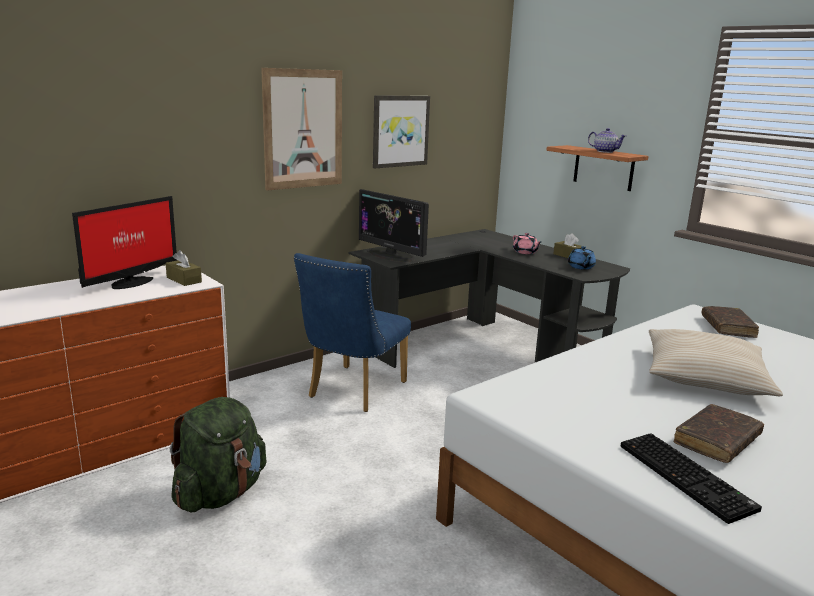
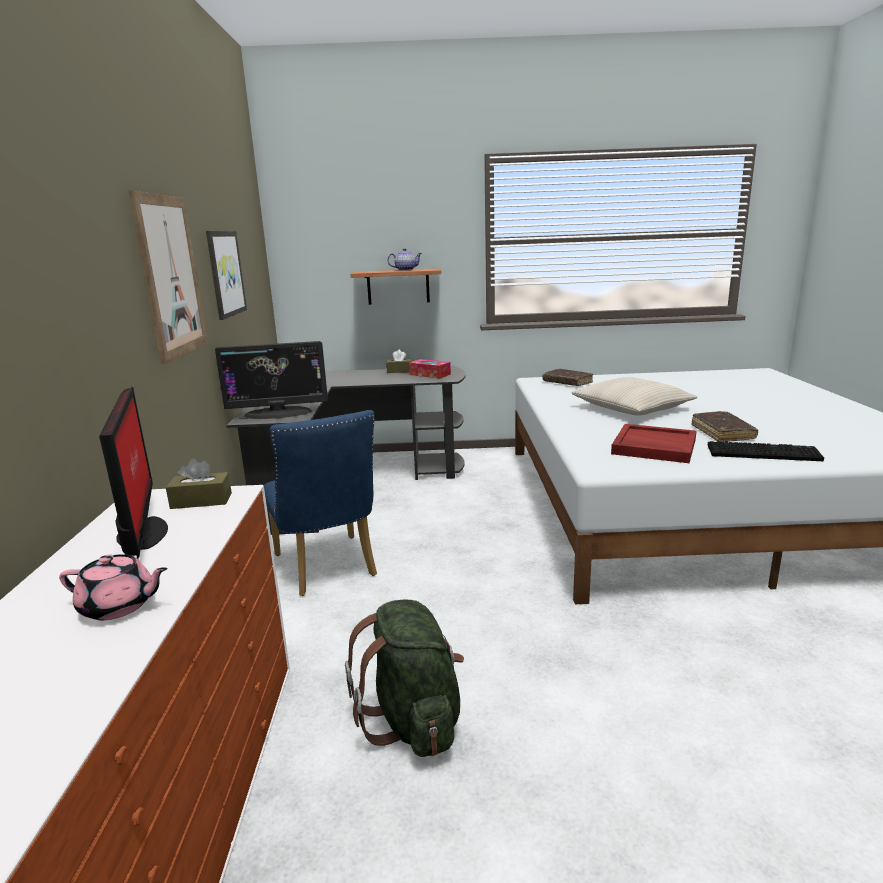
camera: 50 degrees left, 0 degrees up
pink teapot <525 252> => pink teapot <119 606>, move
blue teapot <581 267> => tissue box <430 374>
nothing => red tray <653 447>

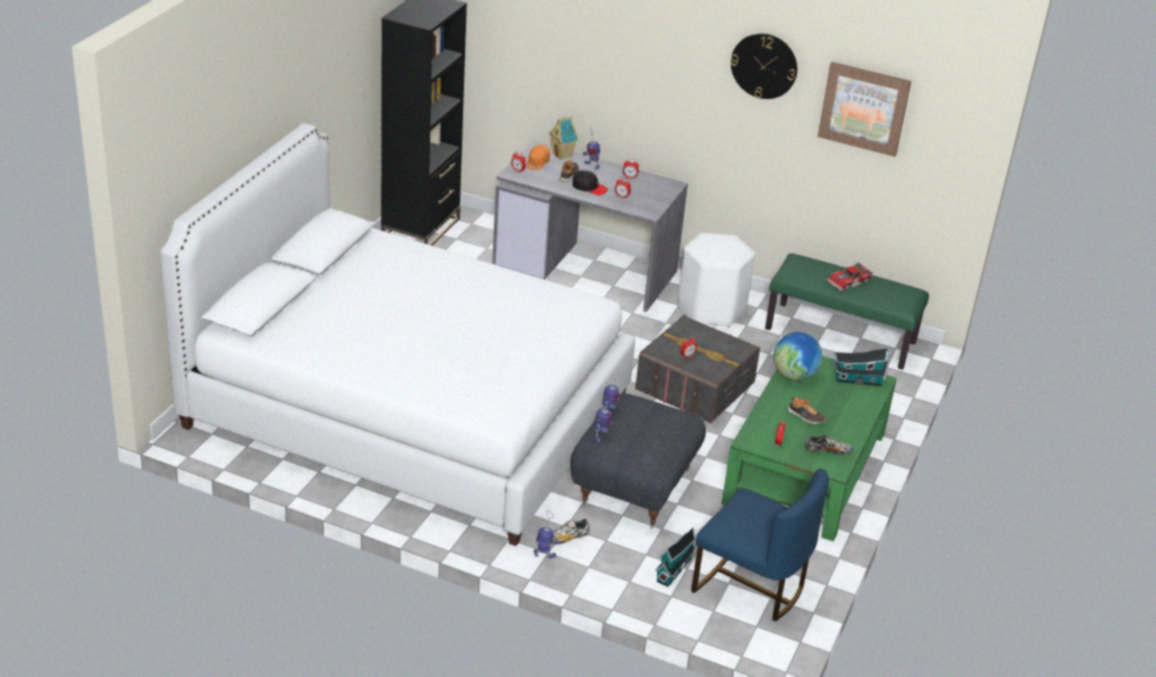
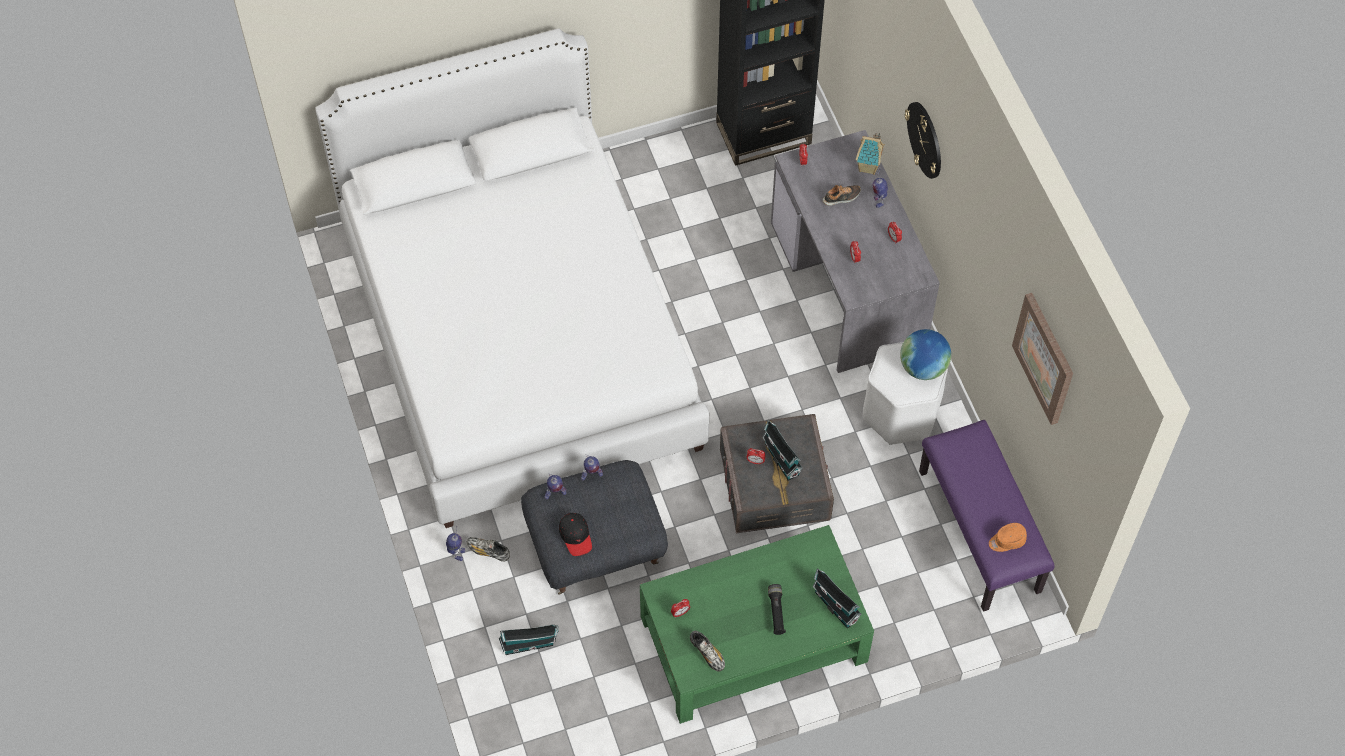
camera: 50 degrees right, 25 degrees up
wall clock <764 65> => wall clock <925 139>, move
orange cap <537 163> => orange cap <1007 541>, move
black cap <589 187> => black cap <576 536>, move
green bench <841 335> => purple bench <980 531>
toy car <849 282> => nothing
globe <794 375> => globe <923 367>, move
shoe <806 417> => nothing
blue chair <751 586> => nothing
nothing => toy house <780 458>
nothing => black flashlight <776 612>

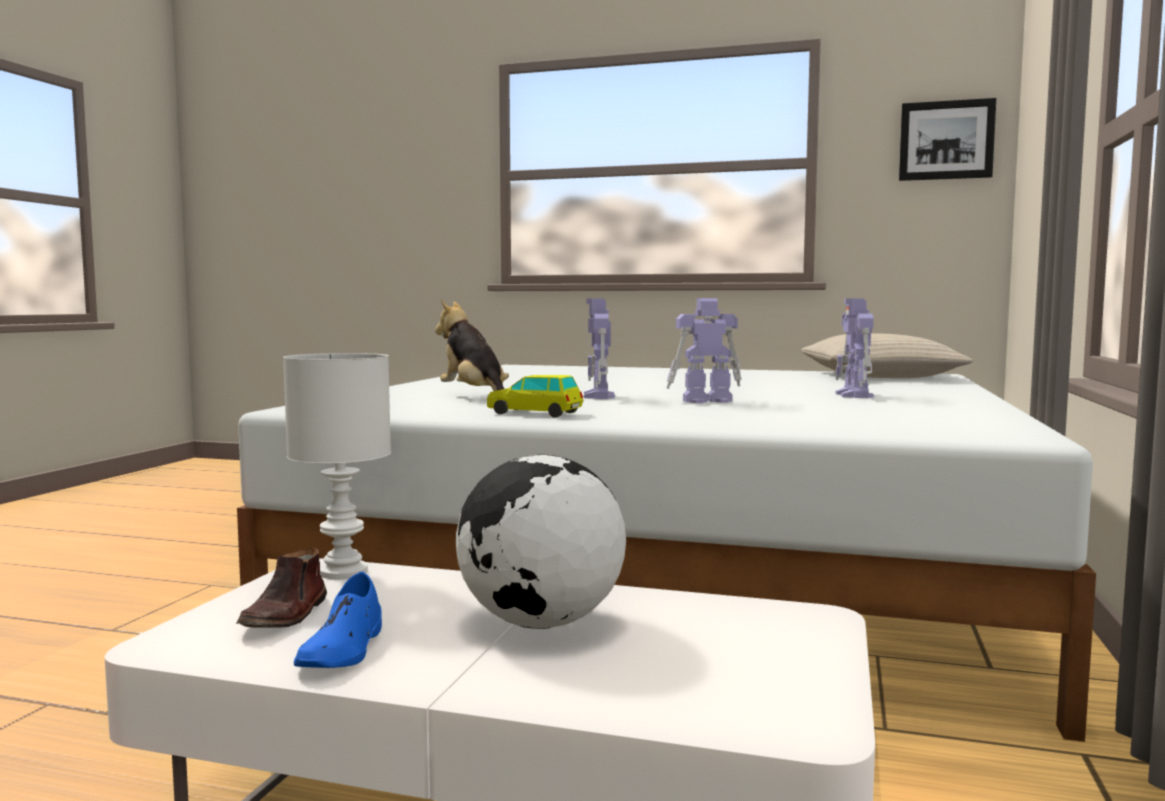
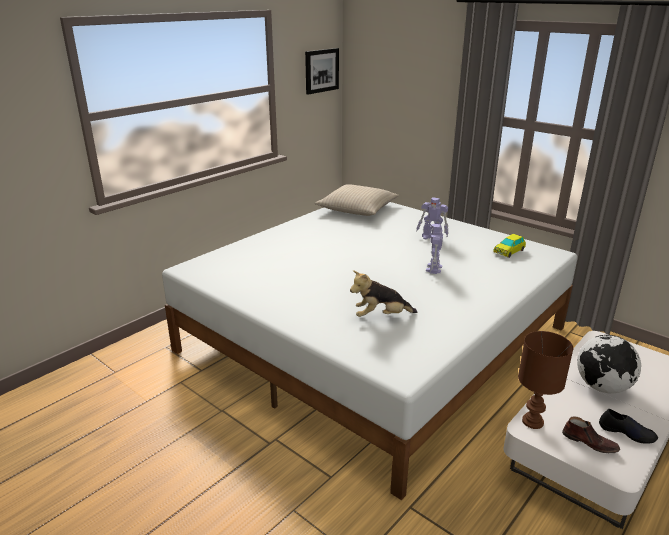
camera: 65 degrees left, 20 degrees up
toy robot <599 396> => nothing
white table lamp <341 572> => brown table lamp <532 422>
toy car <535 413> => toy car <509 252>, move
blue shoe <343 649> => black shoe <626 432>

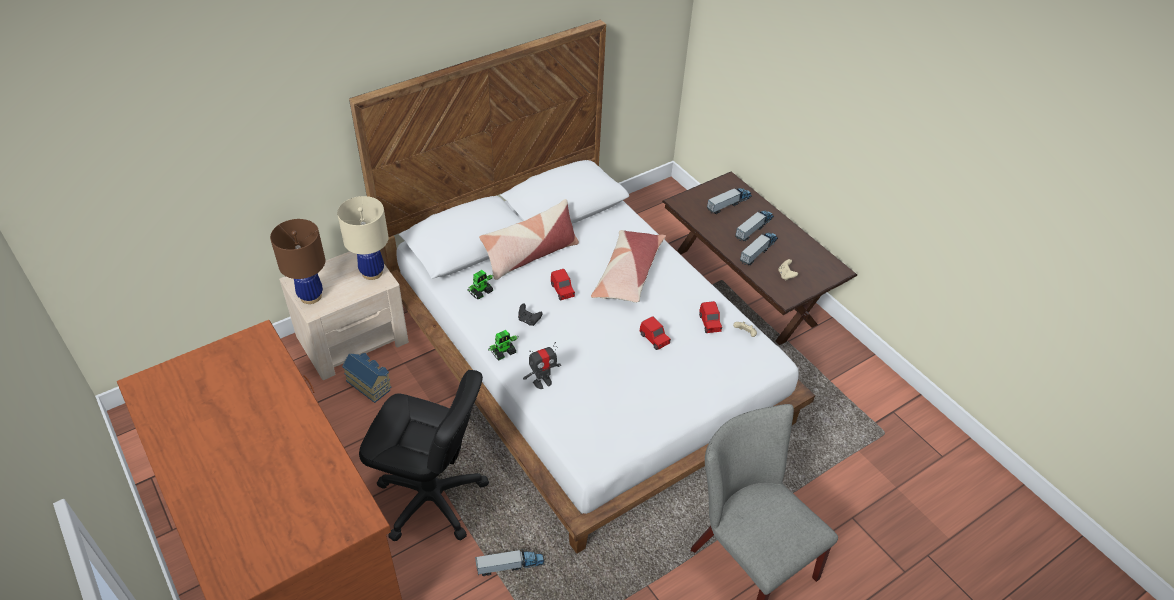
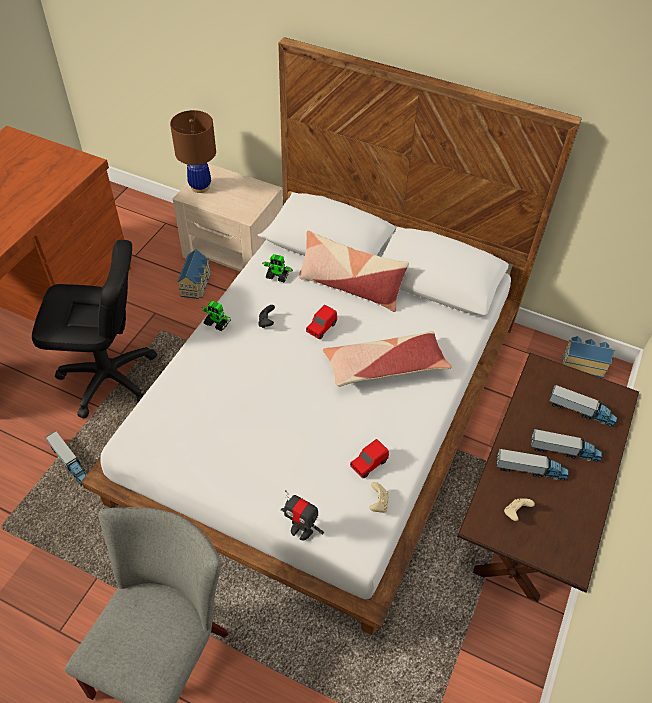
camera: 60 degrees right, 5 degrees up
beige table lamp <372 273> => nothing
red toy car <654 339> => nothing
toy robot <542 382> => toy robot <301 530>, move
black office chair <431 498> => black office chair <109 378>, 75 degrees counterclockwise
nothing => toy house <582 363>

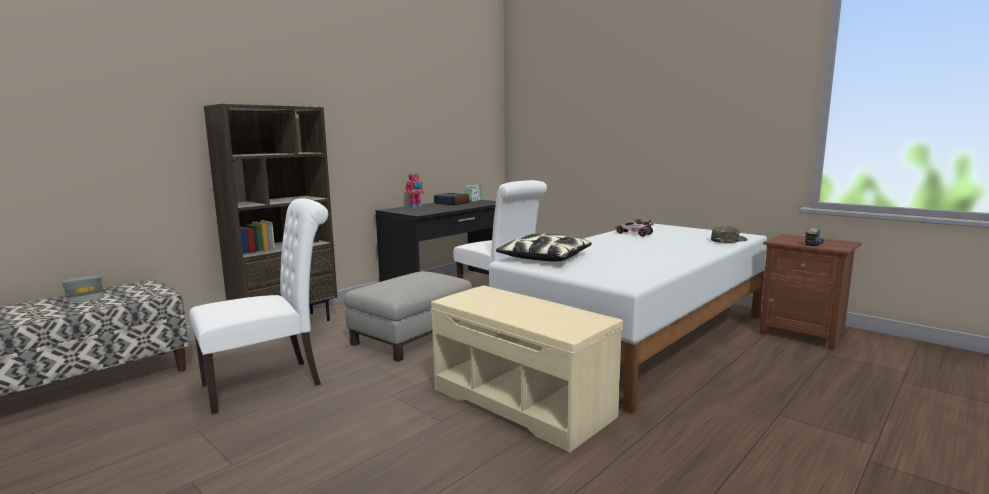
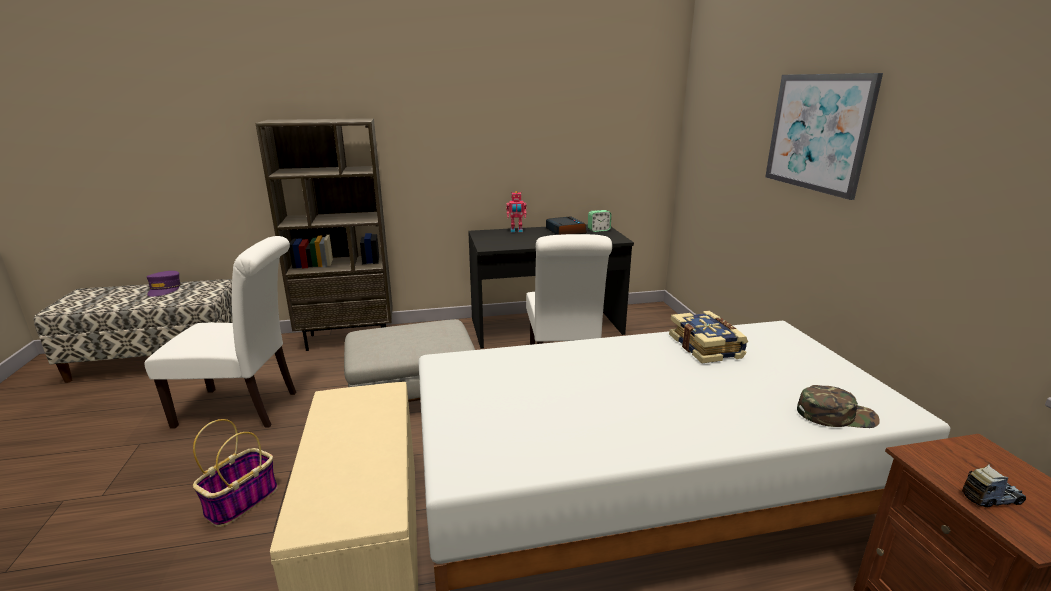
camera: 35 degrees right, 10 degrees up
toy car <634 234> => book <706 347>
pillow <544 258> => nothing
grey cap <85 296> => purple cap <164 289>
nothing => picture <817 132>
nothing => basket <242 501>

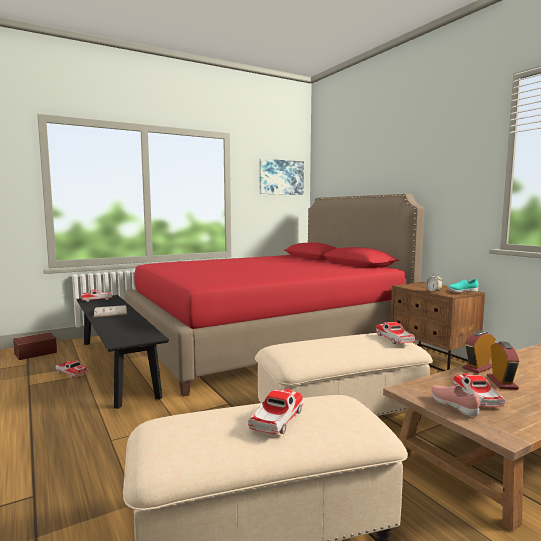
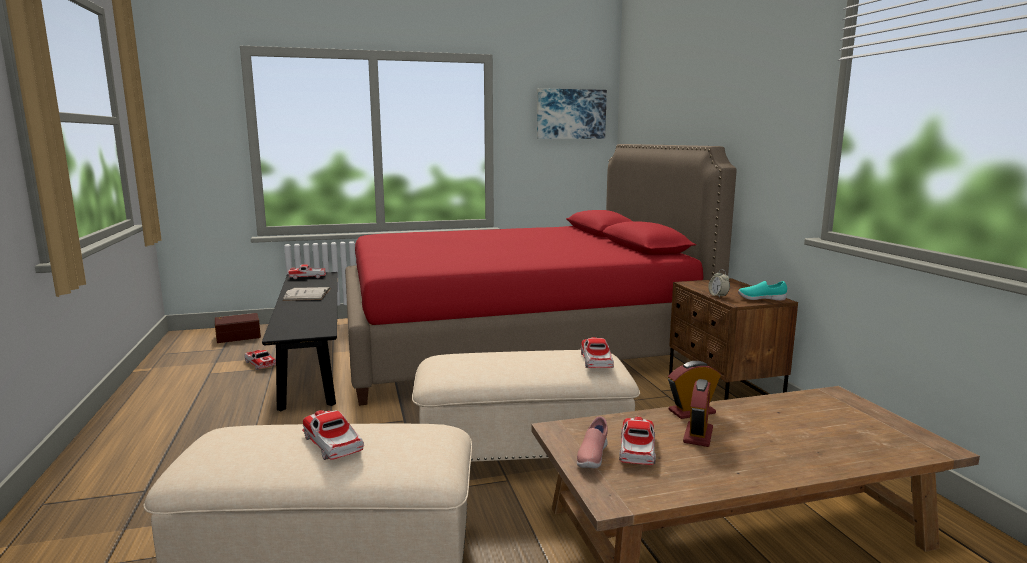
camera: 15 degrees right, 5 degrees up
pink shoe <454 406> => pink shoe <592 457>, 150 degrees counterclockwise
toy car <277 420> => toy car <333 444>, 75 degrees counterclockwise

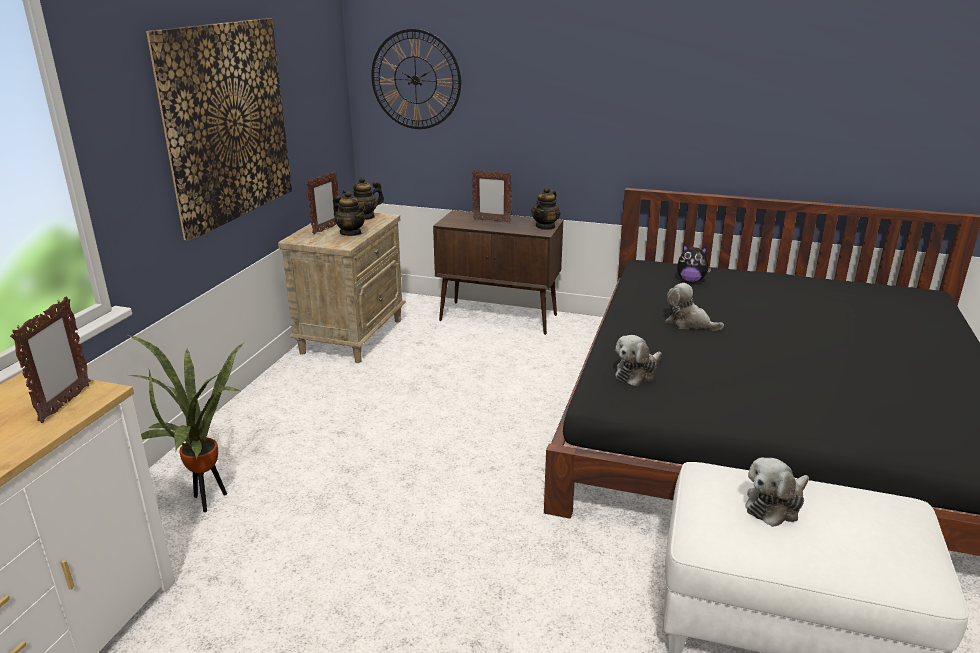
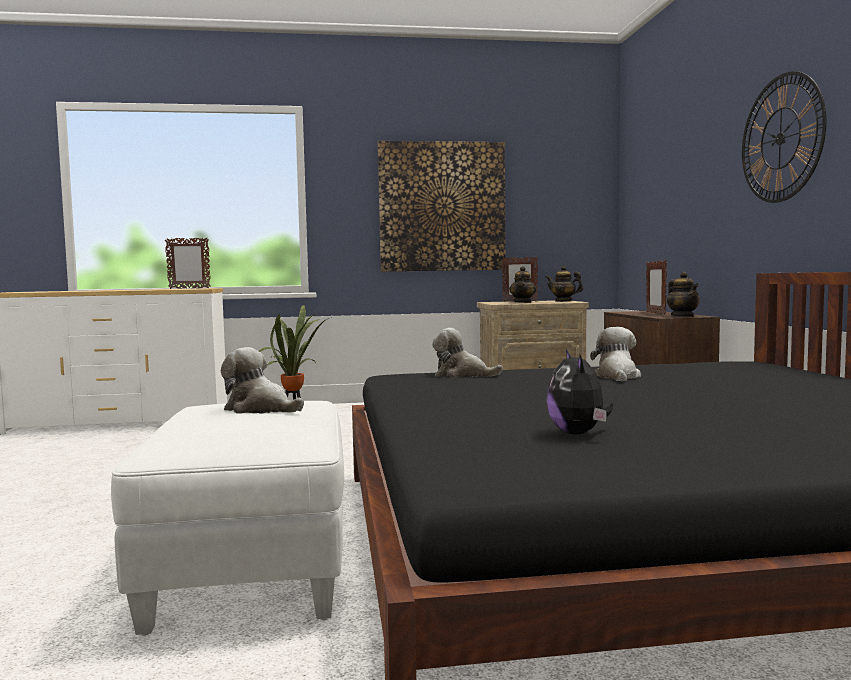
camera: 65 degrees right, 20 degrees down
wall clock <415 80> => wall clock <780 138>, move
teapot <545 226> => teapot <682 316>, 105 degrees counterclockwise
plush toy <691 280> => plush toy <578 433>, move

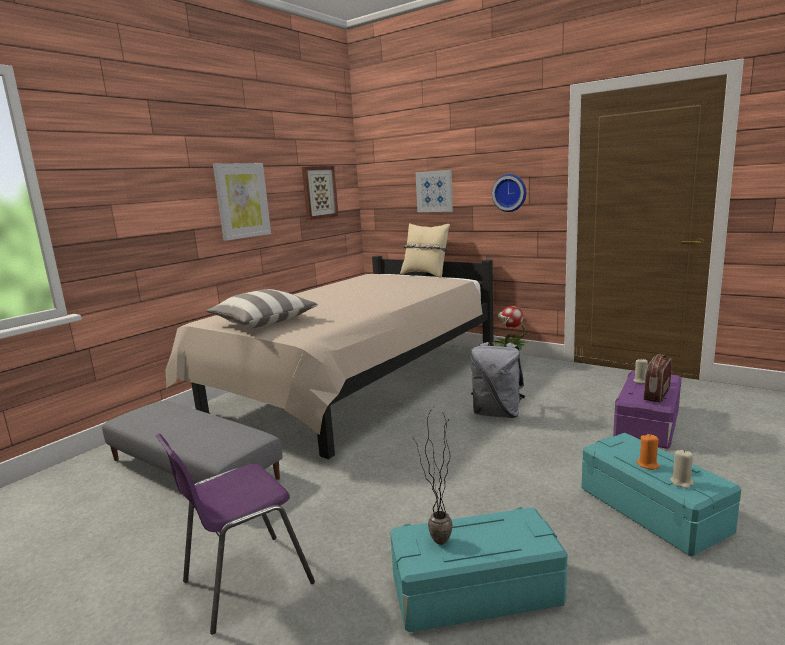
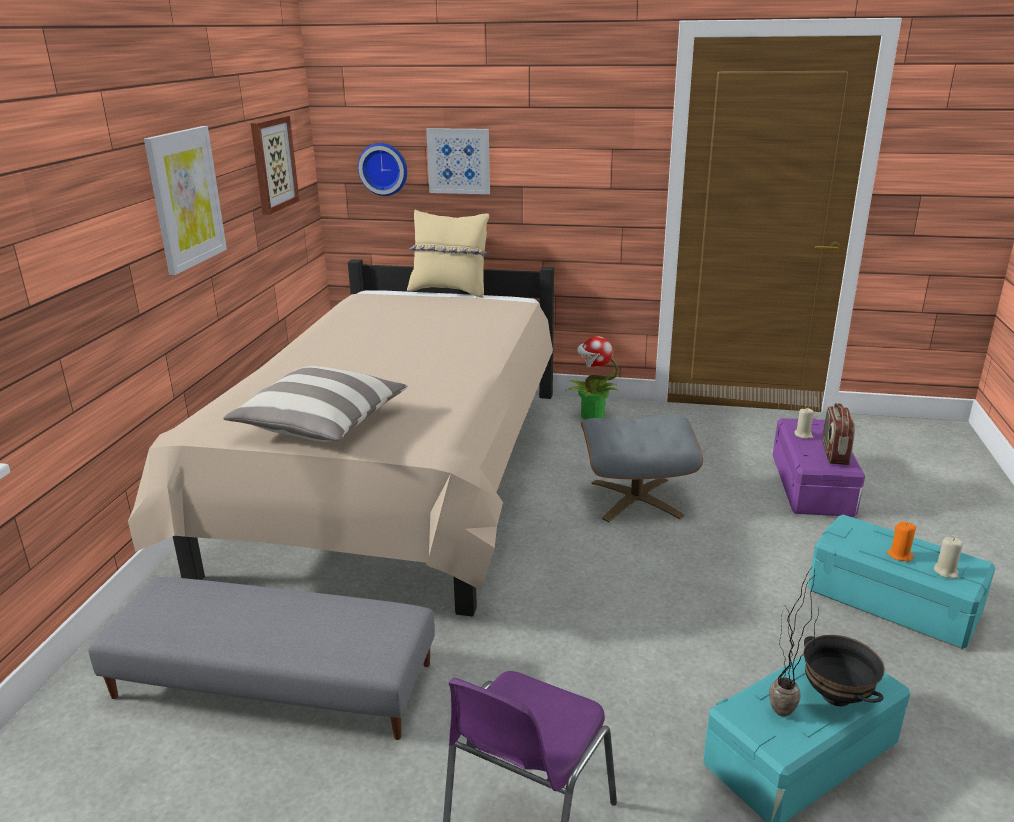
camera: 25 degrees left, 10 degrees up
wall clock <510 193> => wall clock <384 169>, move
grey backpack <497 413> => grey ottoman <636 499>
nothing => black bowl <837 696>

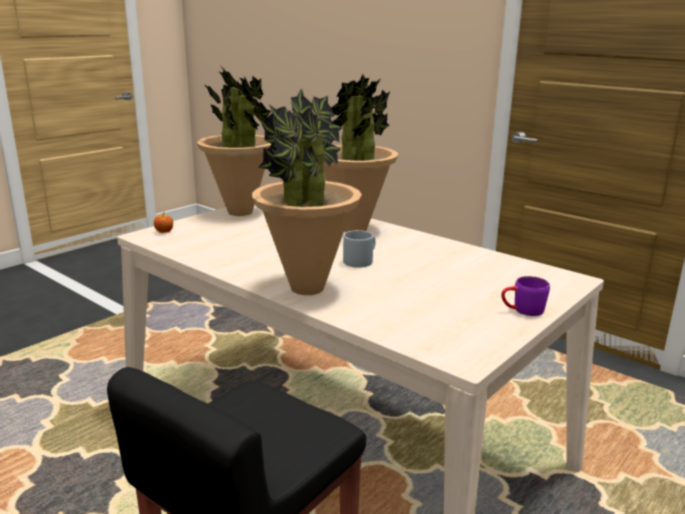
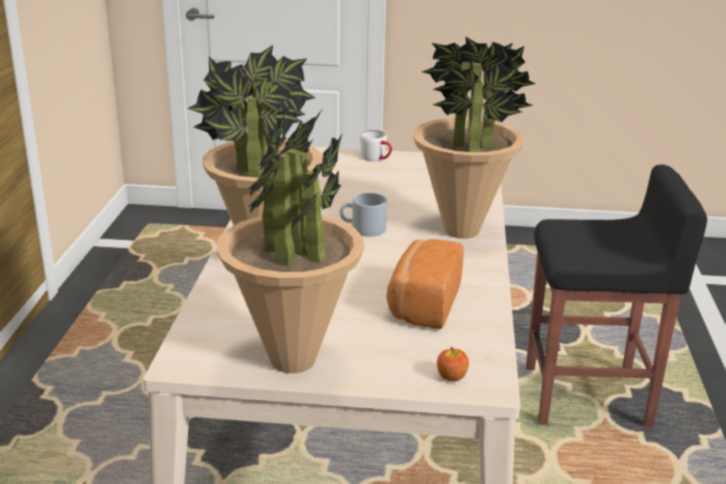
camera: 125 degrees left, 5 degrees up
purple mug <522 310> => white mug <377 158>
nothing => bread <422 304>

